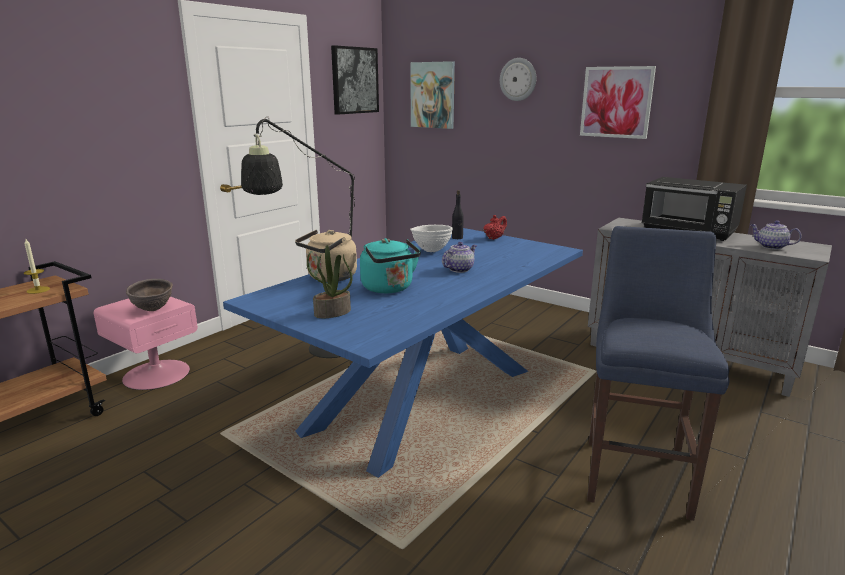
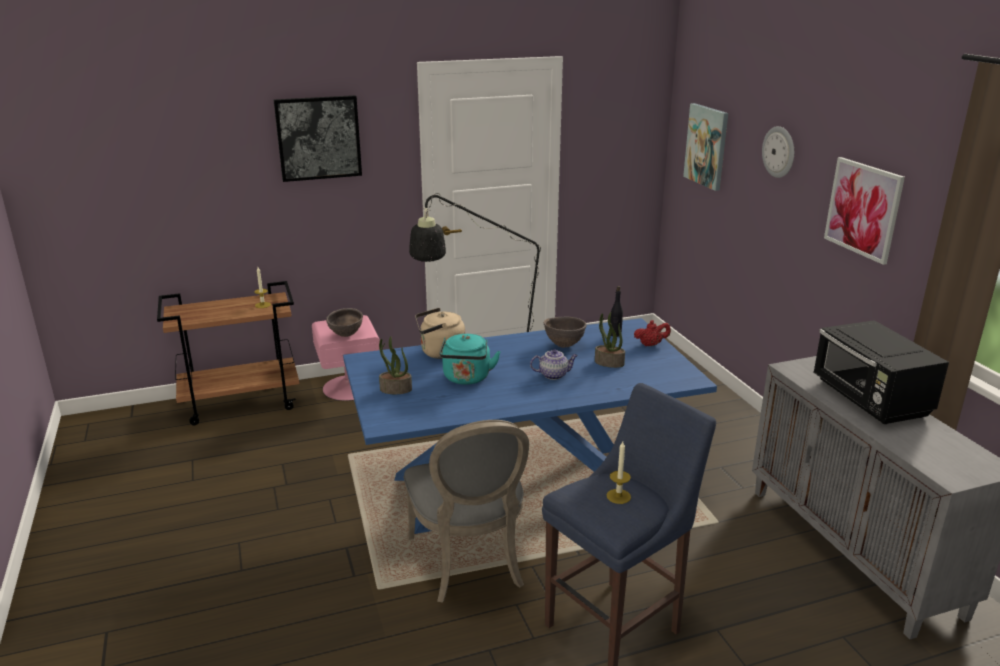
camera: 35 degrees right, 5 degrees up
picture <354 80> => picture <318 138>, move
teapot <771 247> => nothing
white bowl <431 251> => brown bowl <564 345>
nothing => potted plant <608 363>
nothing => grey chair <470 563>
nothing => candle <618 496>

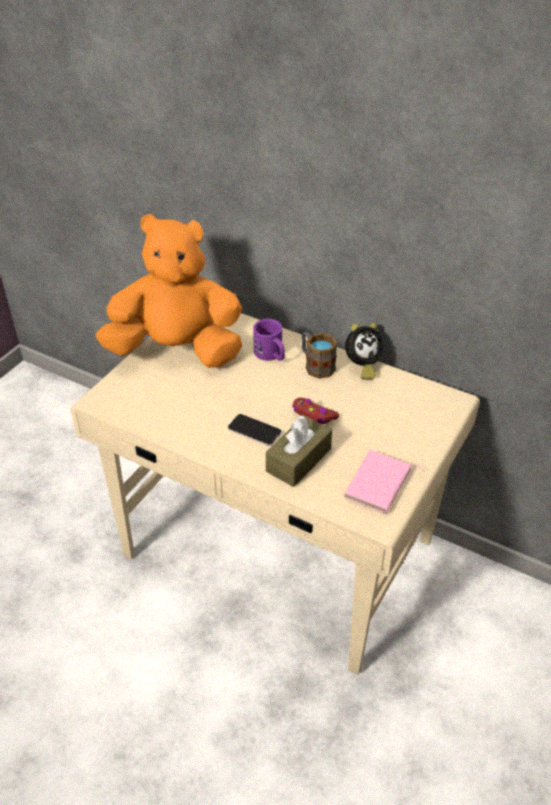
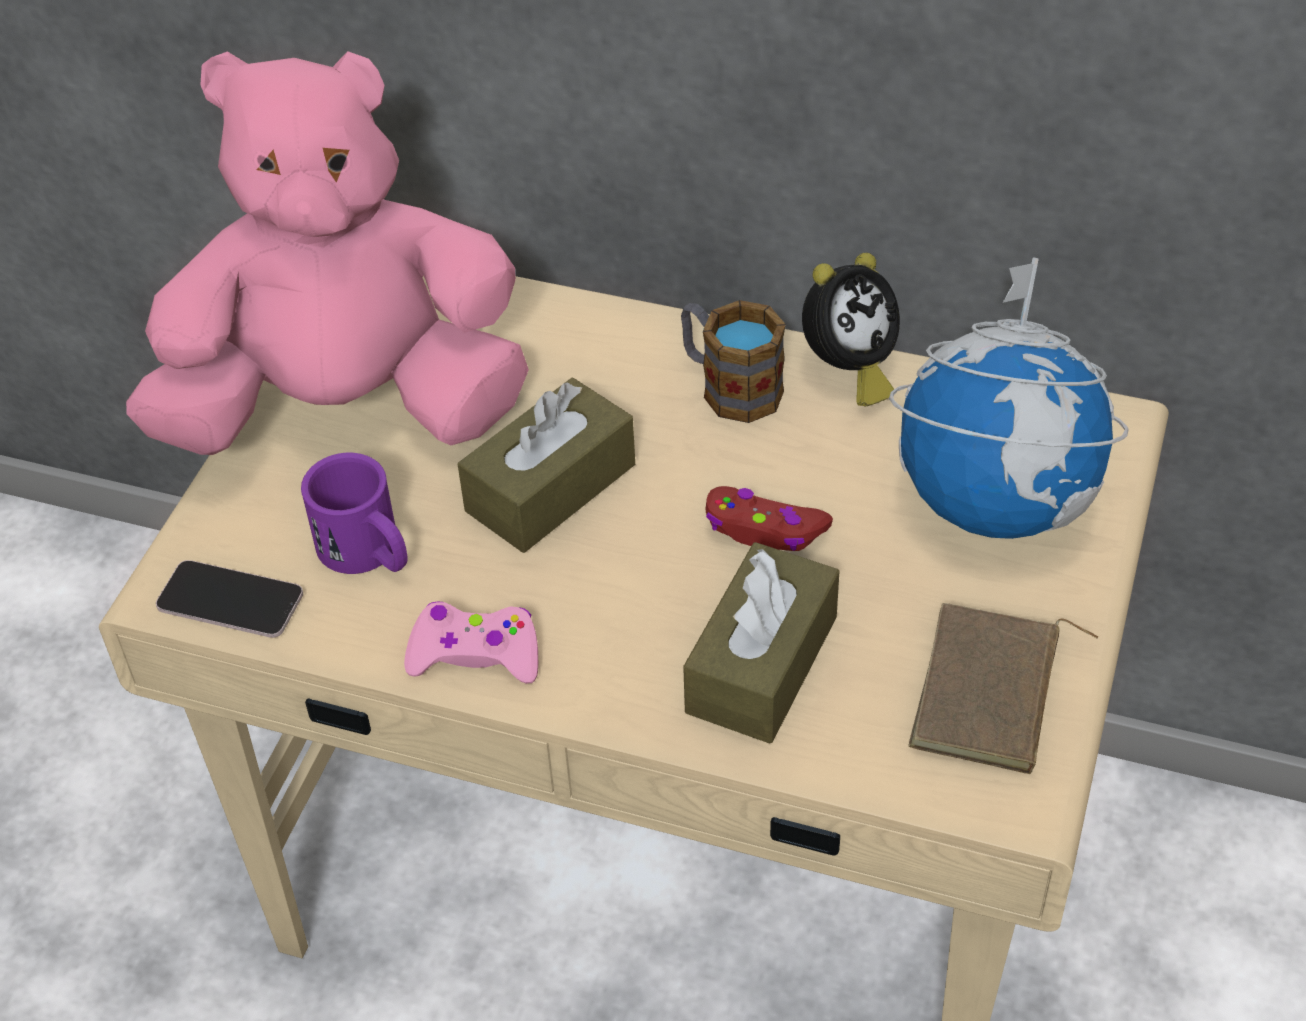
camera: 10 degrees left, 5 degrees up
orange plush toy <177 350> => pink plush toy <348 408>
purple mug <271 355> => purple mug <369 553>, move
phone <254 430> => phone <230 600>, move
pink book <380 485> => brown book <991 696>
nothing => globe <997 501>
nothing => brown tissue box <550 488>
nothing => pink game controller <475 654>

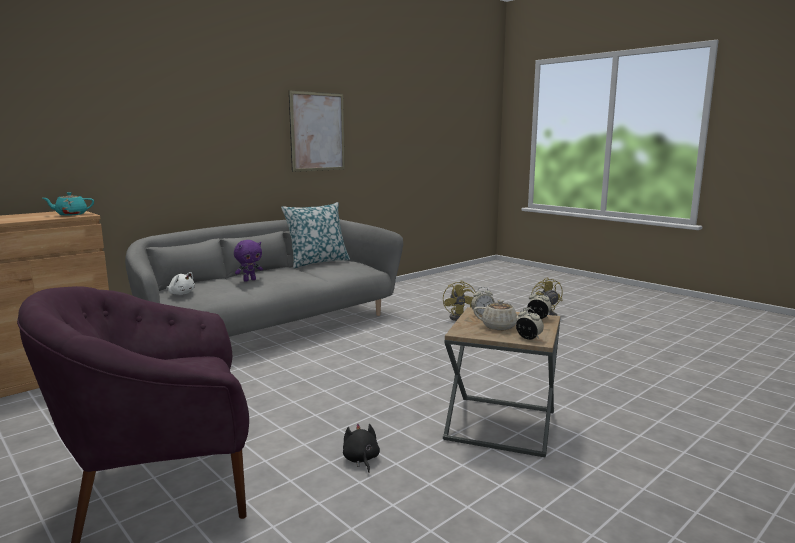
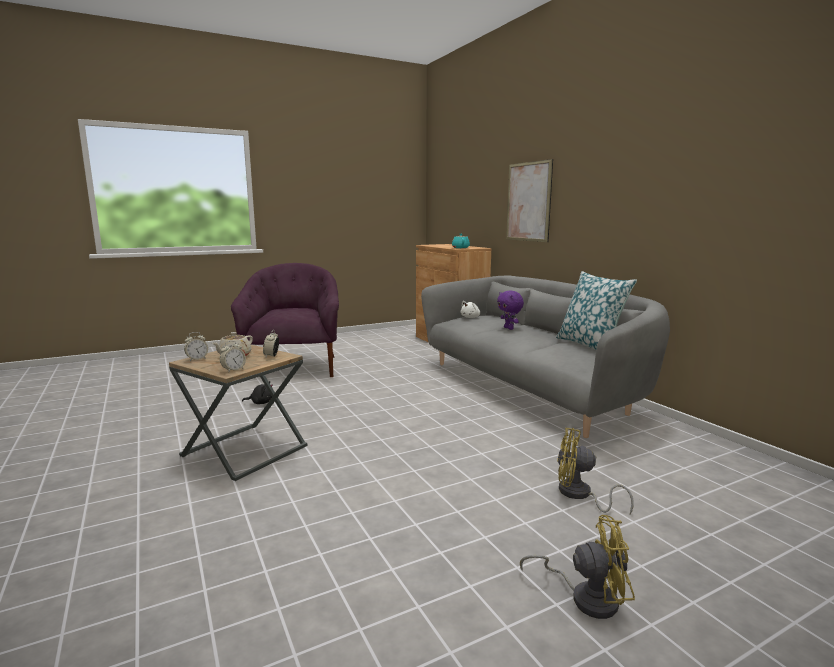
camera: 105 degrees right, 0 degrees up
picture <317 131> => picture <528 202>, move

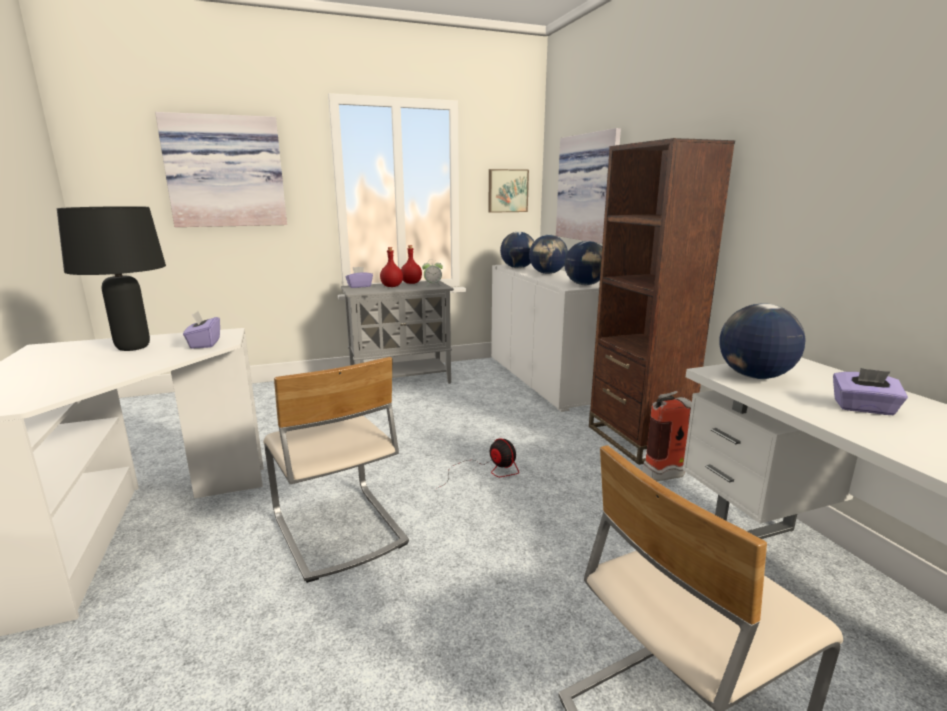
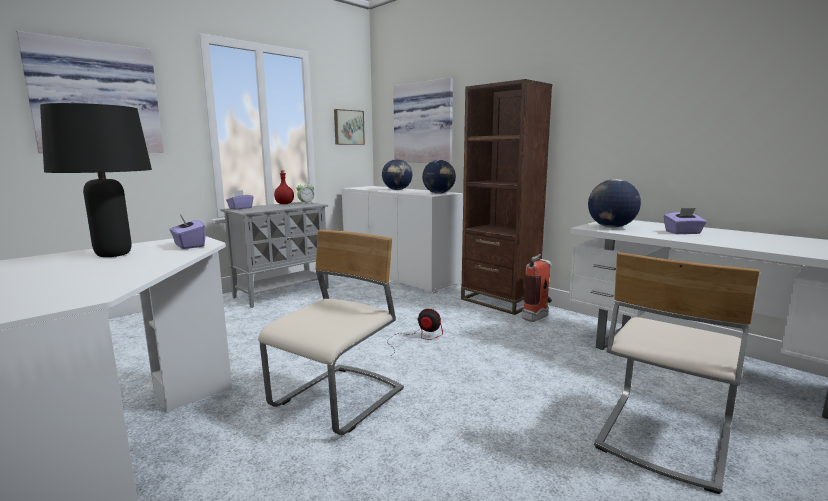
camera: 25 degrees left, 5 degrees down
globe <518 268> => nothing
red bottle <391 286> => nothing
beige chair <337 530> => beige chair <339 400>, 90 degrees counterclockwise

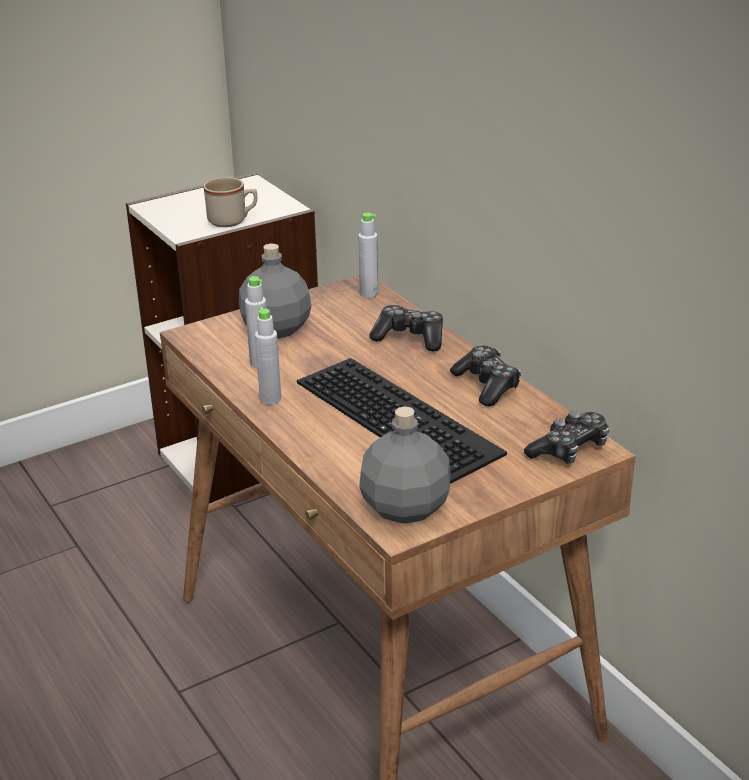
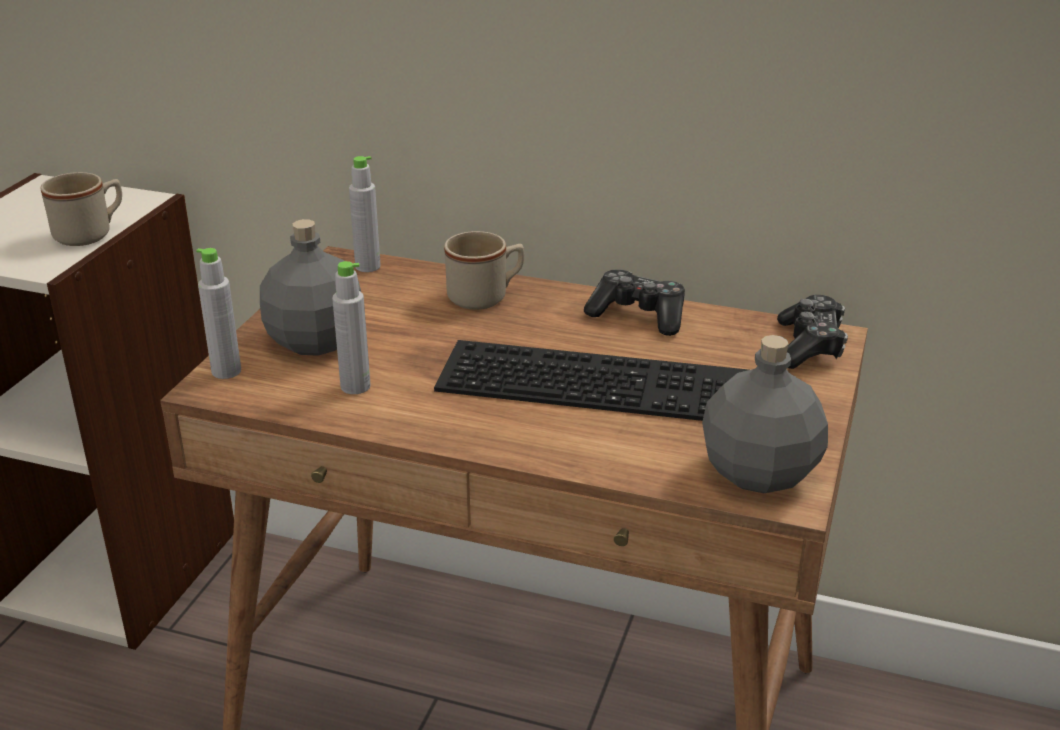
camera: 40 degrees left, 0 degrees up
game controller <410 338> => beige mug <486 297>
grey bottle <270 399> => grey bottle <226 371>, move

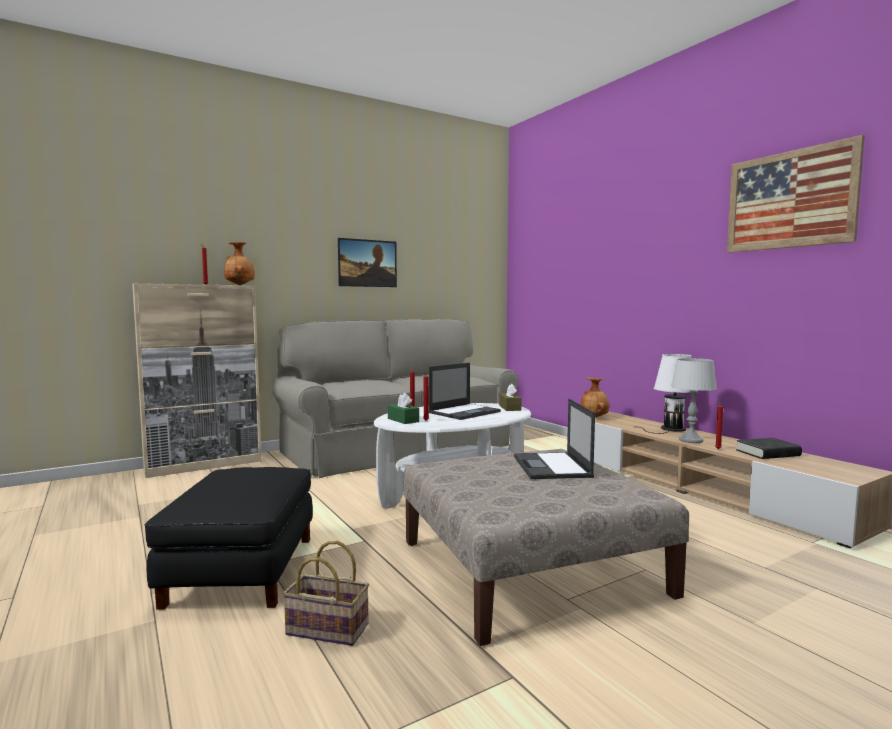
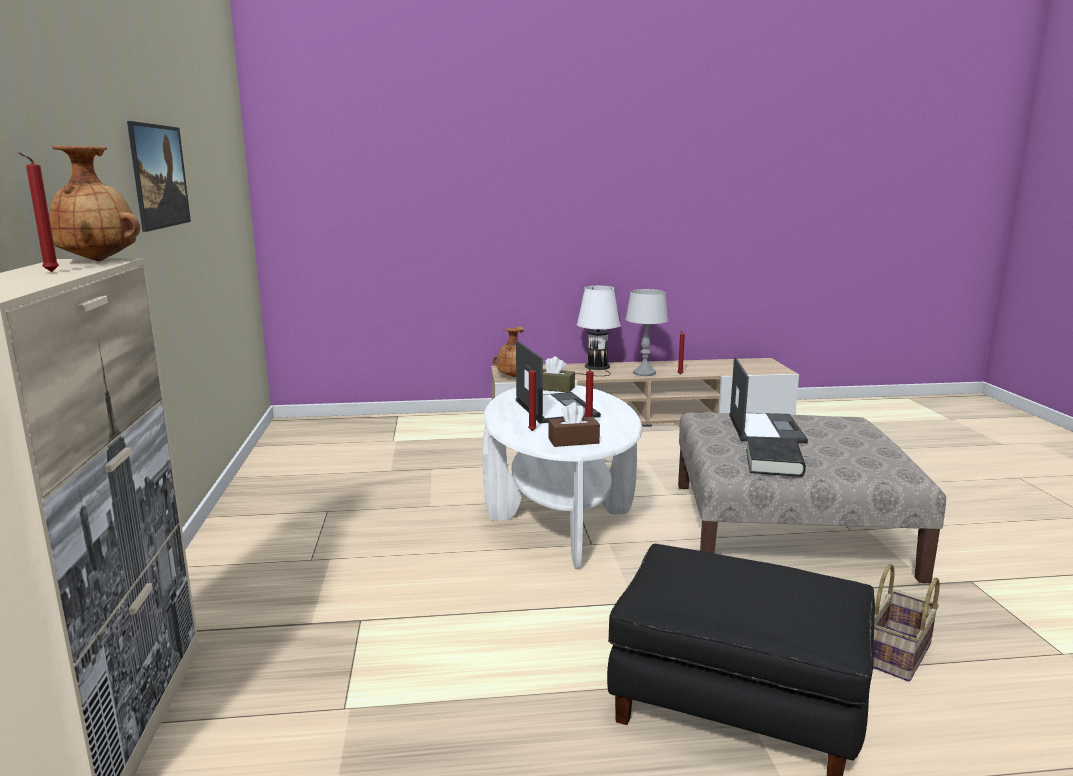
camera: 65 degrees left, 10 degrees up
picture <789 200> => nothing
grey sofa <398 448> => nothing
green tissue box <403 420> => brown tissue box <573 441>
laptop <552 467> => laptop <765 428>, 105 degrees counterclockwise
black book <768 453> => black book <774 463>, move

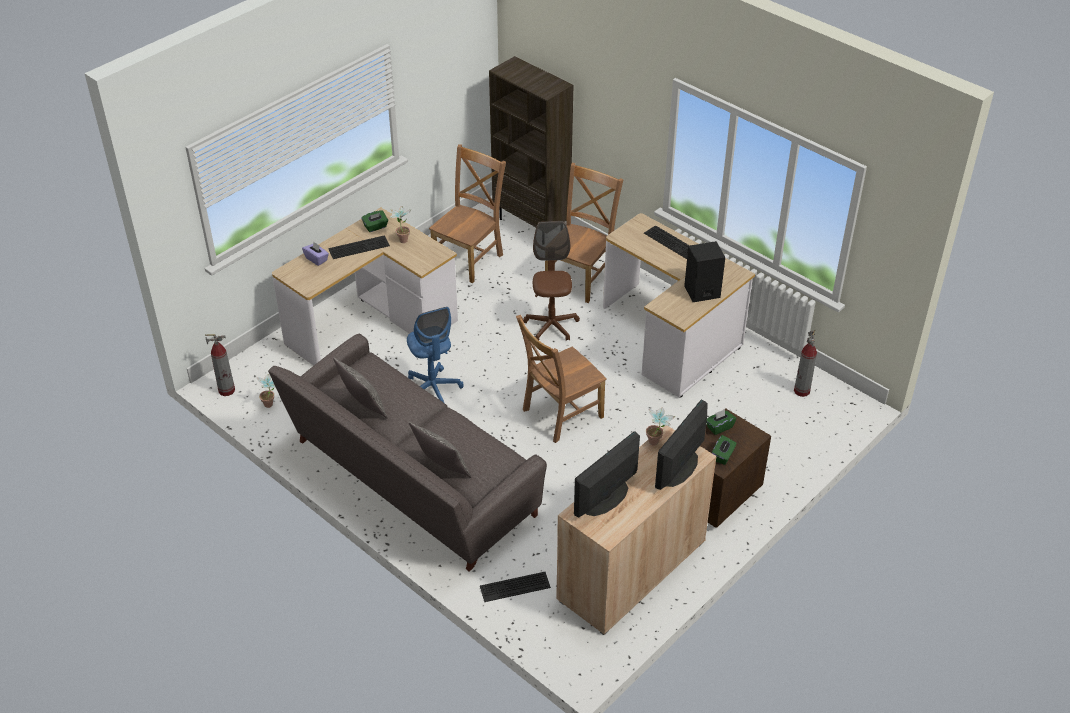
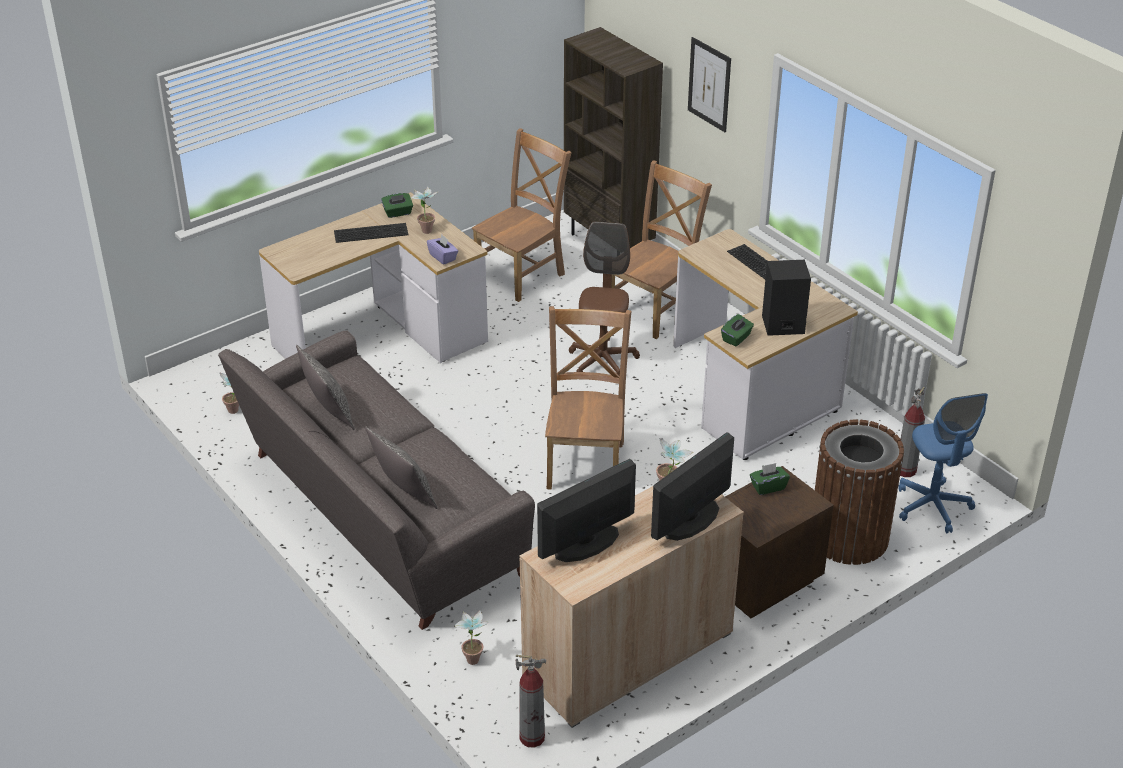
camera: 10 degrees right, 5 degrees down
purple tissue box <316 259> => purple tissue box <443 257>, move
blue office chair <433 389> => blue office chair <933 506>, move
brown chair <560 415> => brown chair <586 462>, 120 degrees clockwise
fire extinguisher <227 390> => fire extinguisher <532 737>, move
green tissue box <723 456> => green tissue box <736 338>, move
keyboard <514 588> => potted plant <473 656>
nothing => picture <709 84>
nothing => brown trash can <848 537>

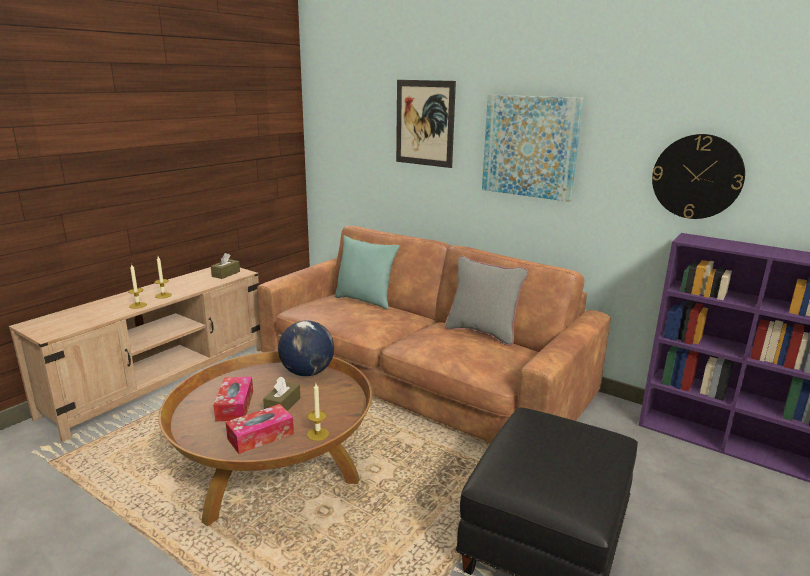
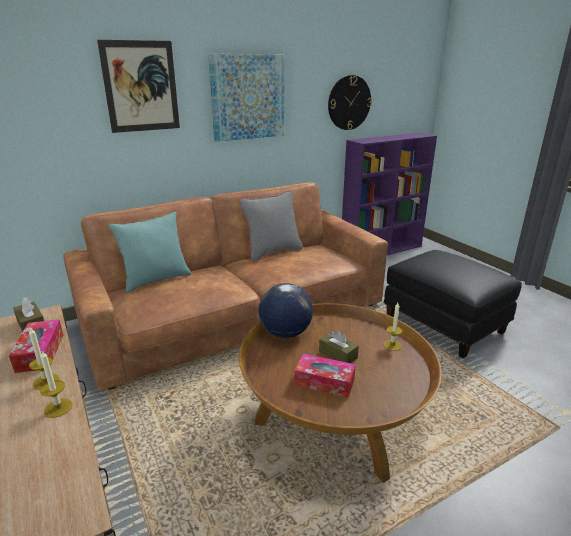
camera: 65 degrees left, 5 degrees up
tissue box <260 436> => tissue box <40 353>, move

